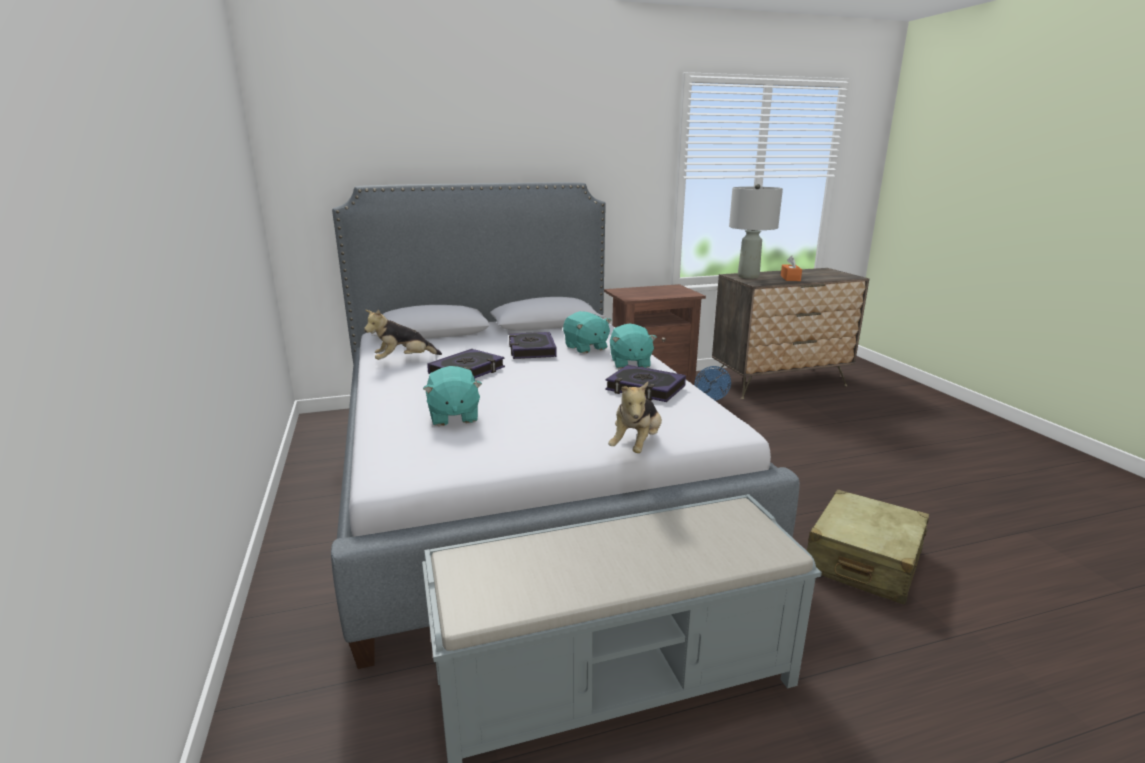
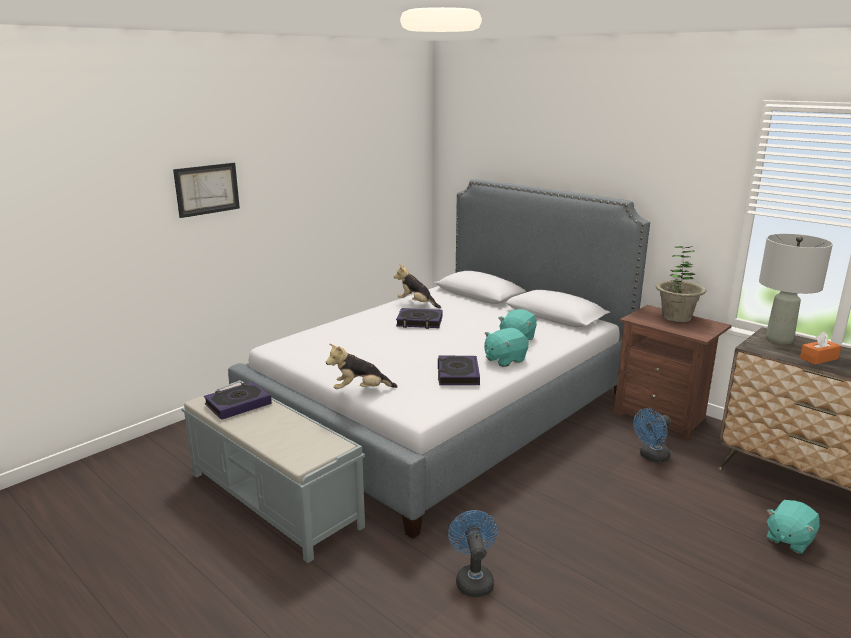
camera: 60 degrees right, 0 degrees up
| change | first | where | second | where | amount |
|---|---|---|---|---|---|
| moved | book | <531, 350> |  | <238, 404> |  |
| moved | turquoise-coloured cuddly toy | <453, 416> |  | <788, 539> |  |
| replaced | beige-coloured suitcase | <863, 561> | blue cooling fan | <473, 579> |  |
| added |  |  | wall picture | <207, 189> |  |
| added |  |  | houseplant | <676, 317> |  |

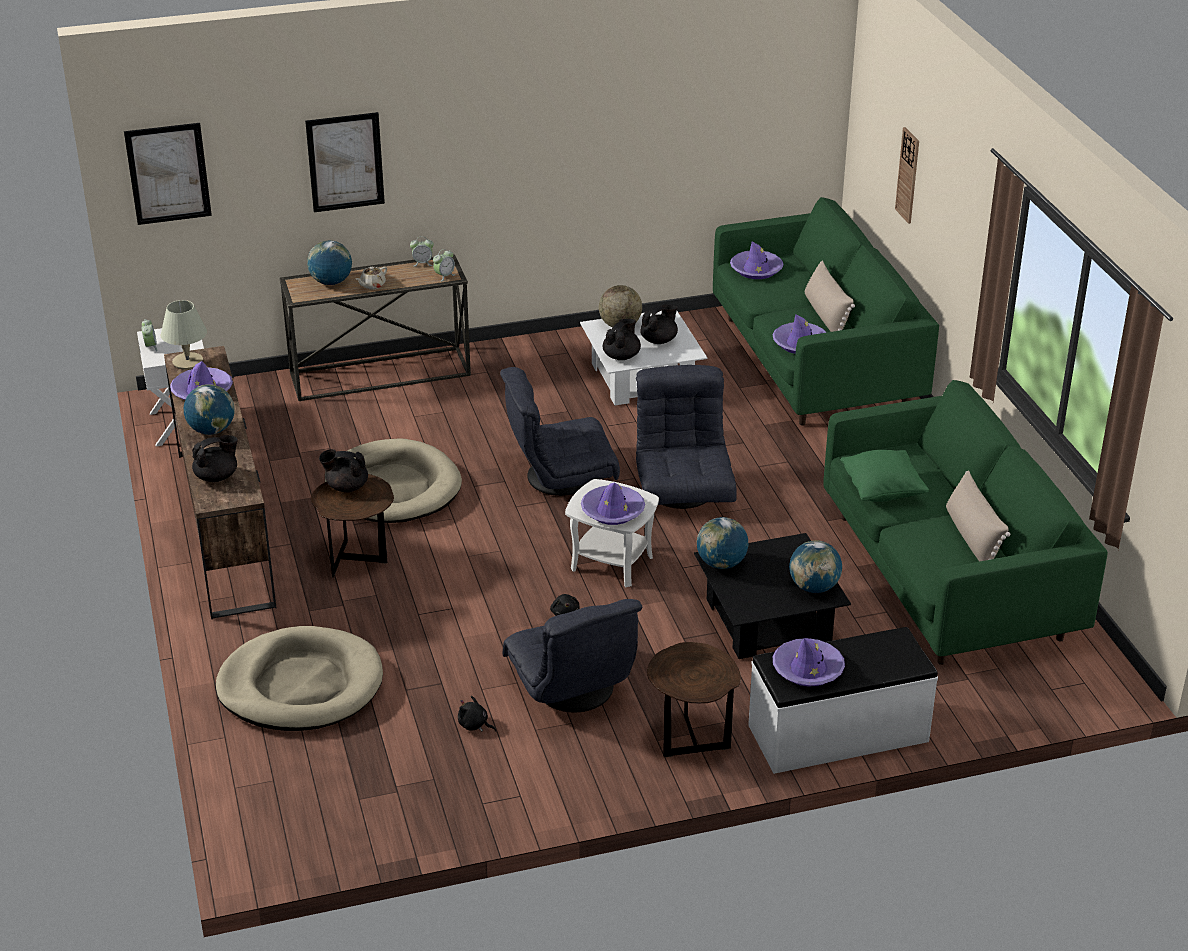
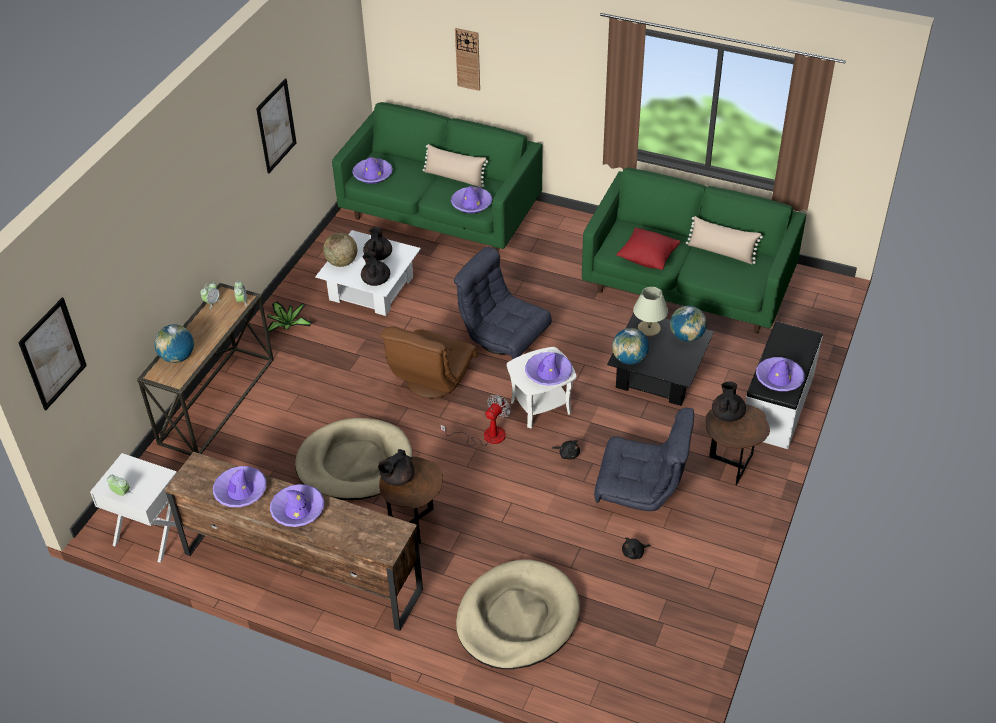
camera: 50 degrees left, 10 degrees up
| change | first | where | second | where | amount |
|---|---|---|---|---|---|
| moved | wall picture | <345, 162> |  | <276, 126> |  |
| removed | beige-coloured pot for tea | <372, 285> |  |  |  |
| moved | beige-coloured table lamp | <188, 362> |  | <649, 328> |  |
| recoloured | greyish easy chair | <560, 476> | brown easy chair | <431, 380> |  |
| replaced | globe | <211, 430> | purple wearable hat | <298, 510> |  |
| moved | black pot for tea | <217, 476> |  | <727, 414> |  |
| recoloured | green pillow | <882, 491> | red-coloured pillow | <647, 259> |  |
| added |  |  | houseplant | <287, 325> |  |
| added |  |  | cooling fan | <486, 436> |  |

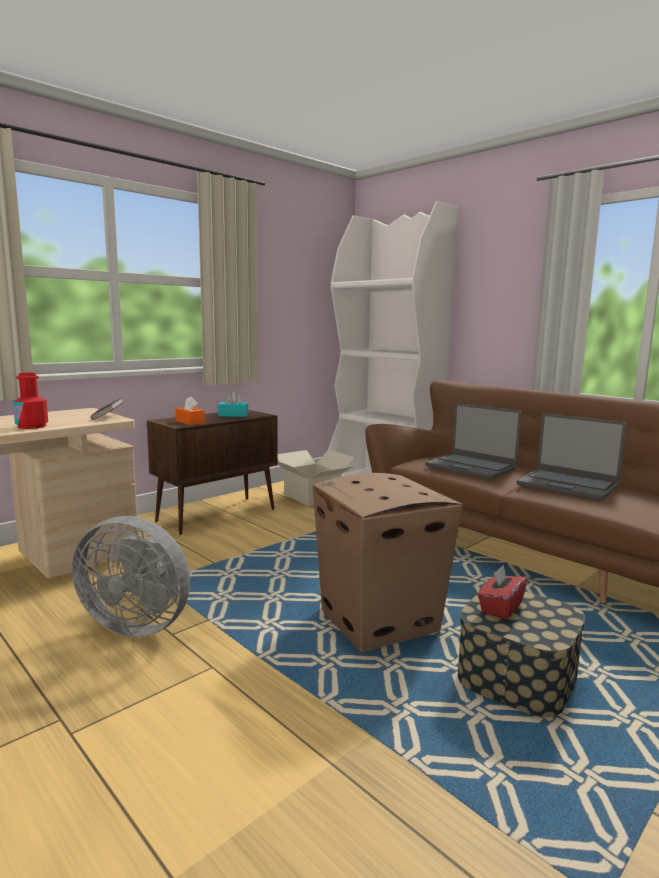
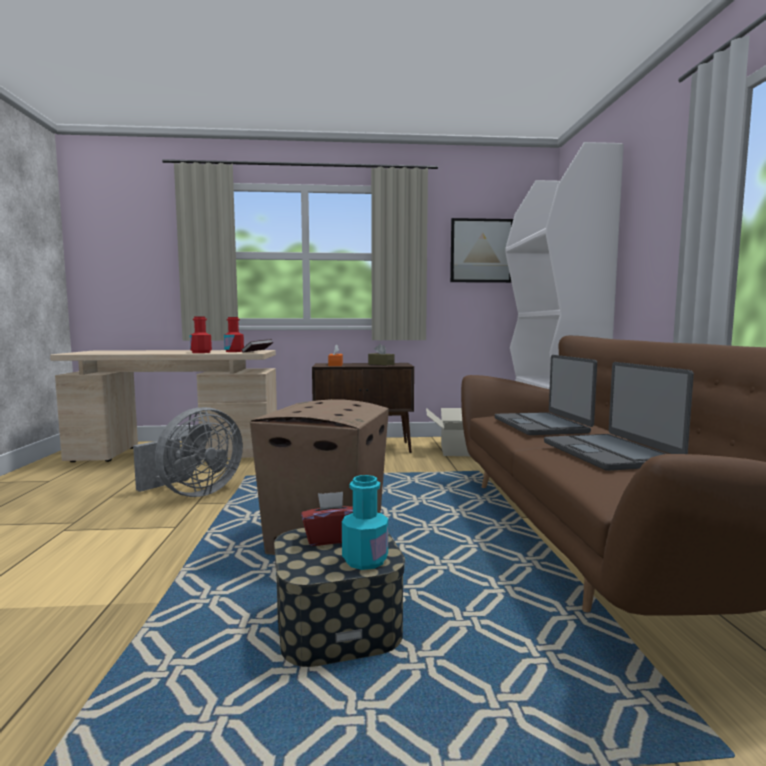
camera: 40 degrees right, 5 degrees down
| change | first | where | second | where | amount |
|---|---|---|---|---|---|
| recoloured | turquoise-coloured box of tissues | <233, 415> | brown box of tissues | <381, 364> |  |
| turned | greyish cooling fan | <139, 624> |  | <193, 493> | 105 degrees counterclockwise |
| added |  |  | wall picture | <481, 251> |  |
| added |  |  | red-coloured bottle | <234, 351> |  |
| added |  |  | turquoise-coloured bottle | <365, 560> |  |

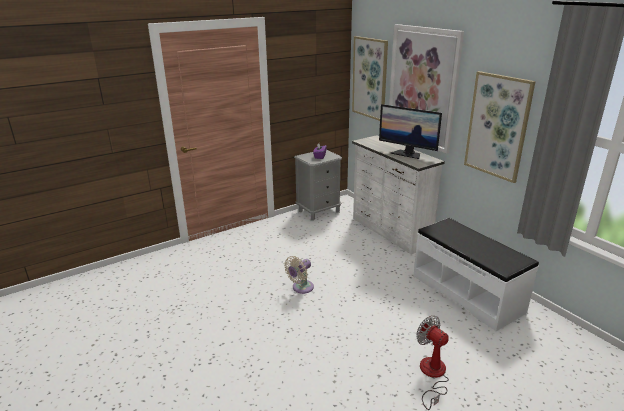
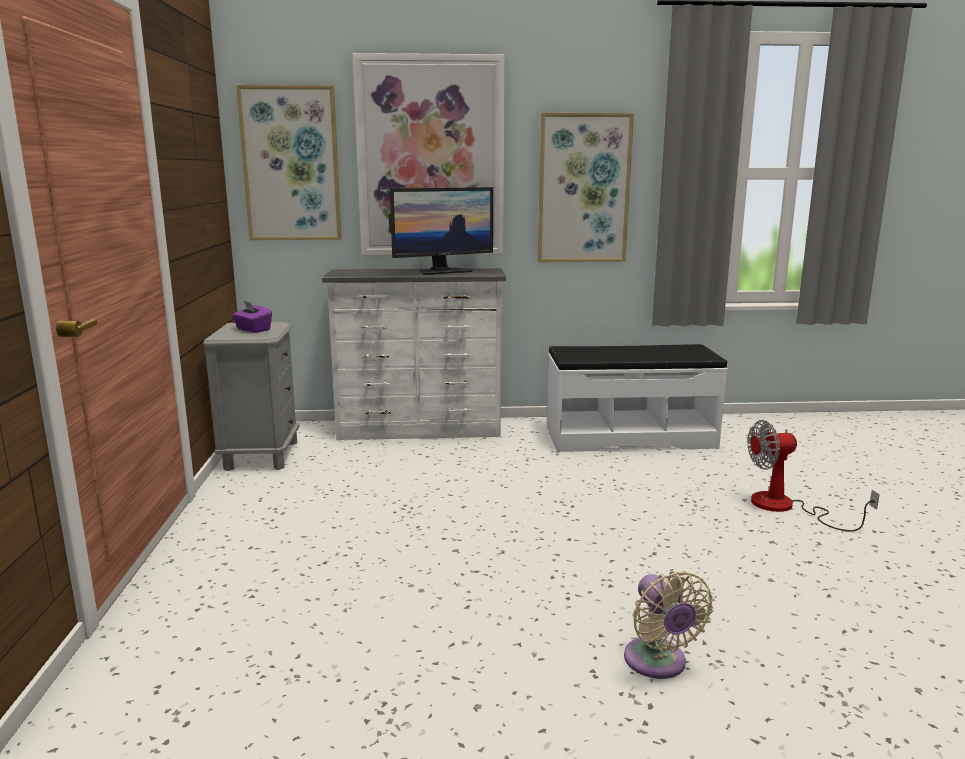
camera: 60 degrees left, 10 degrees down
| change | first | where | second | where | amount |
|---|---|---|---|---|---|
| moved | beige-coloured cooling fan | <301, 288> |  | <658, 663> |  |

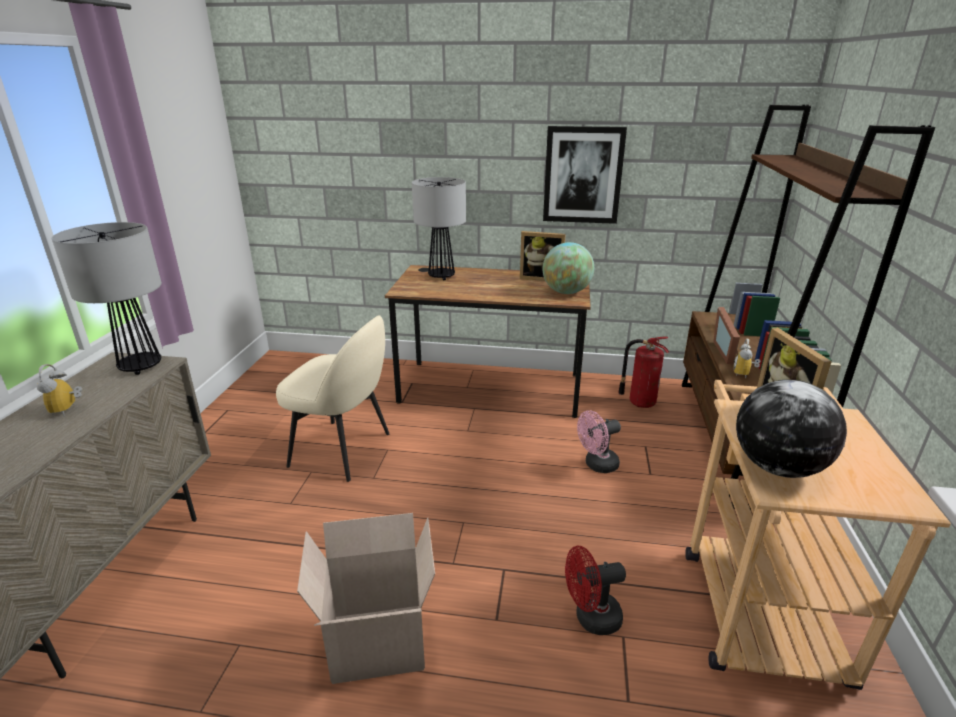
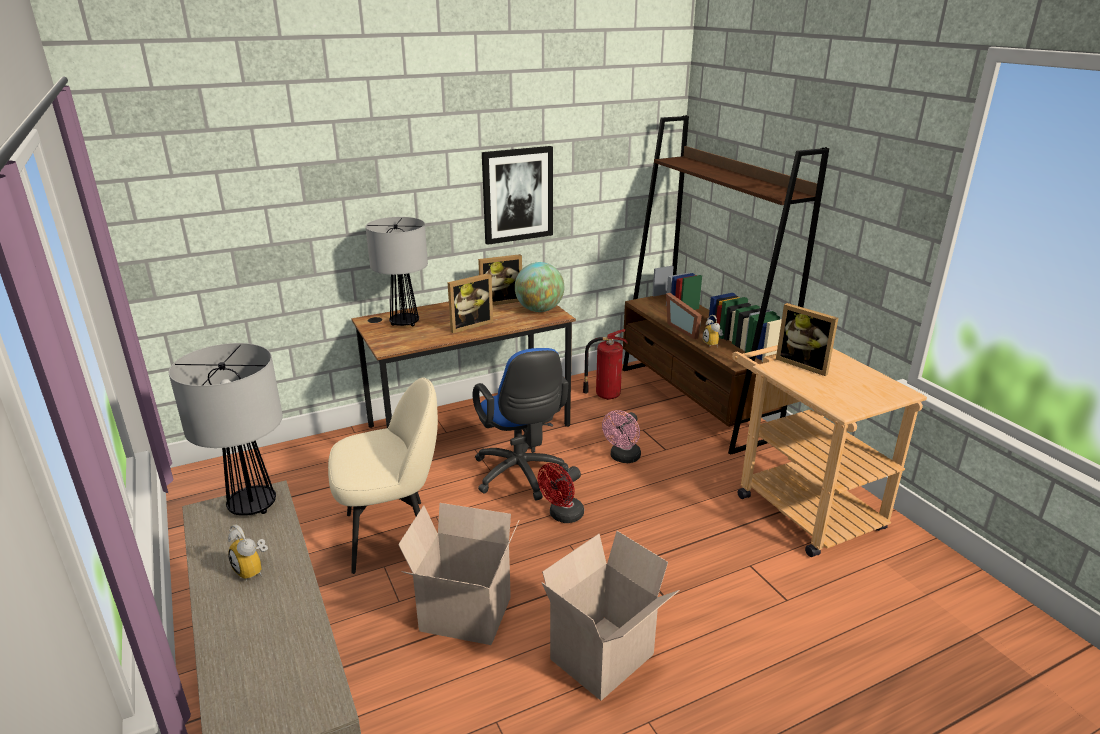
camera: 35 degrees left, 0 degrees up
| change | first | where | second | where | amount |
|---|---|---|---|---|---|
| removed | globe | <778, 467> |  |  |  |
| moved | red-coloured cooling fan | <591, 618> |  | <562, 516> |  |
| added |  |  | photo frame | <469, 325> |  |
| added |  |  | blue computer chair | <521, 476> |  |
| added |  |  | packing box | <463, 616> |  |

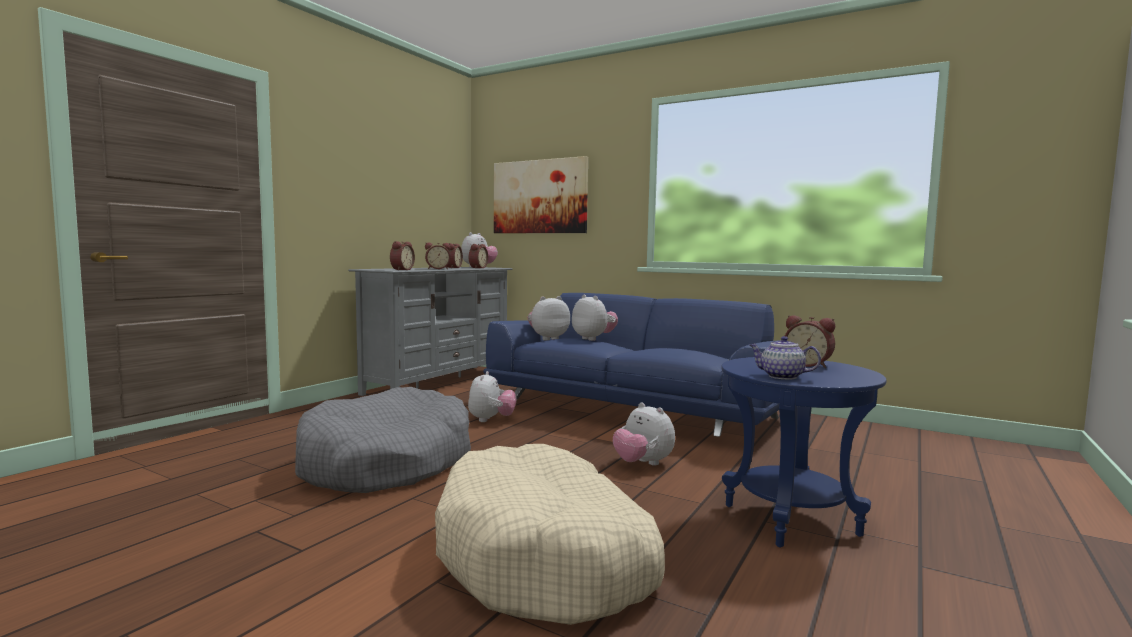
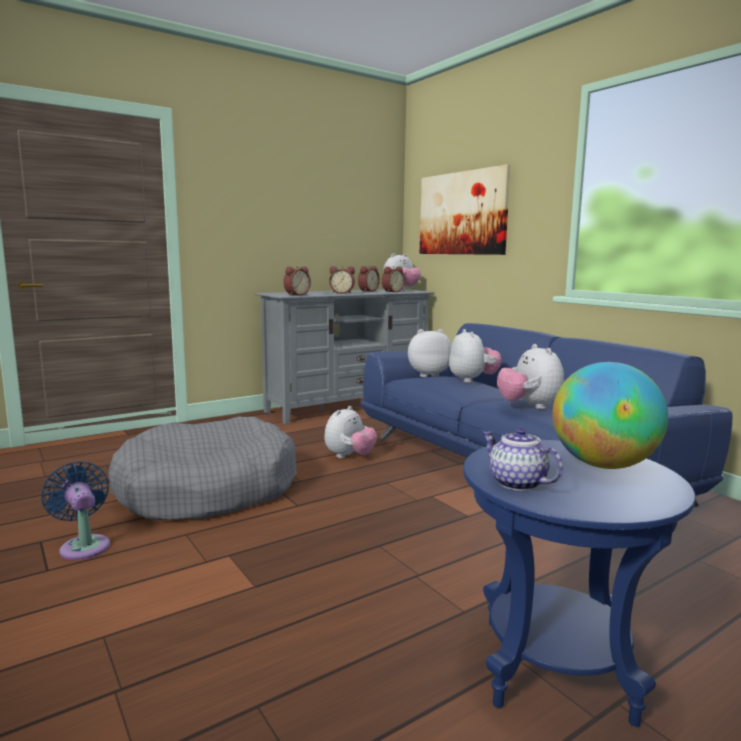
camera: 25 degrees right, 5 degrees up
| change | first | where | second | where | amount |
|---|---|---|---|---|---|
| replaced | bedside clock | <808, 365> | globe | <603, 465> |  |
| moved | cuddly toy | <643, 464> |  | <529, 406> |  |
| removed | beige-coloured dog bed | <546, 557> |  |  |  |
| added |  |  | blue cooling fan | <84, 545> |  |

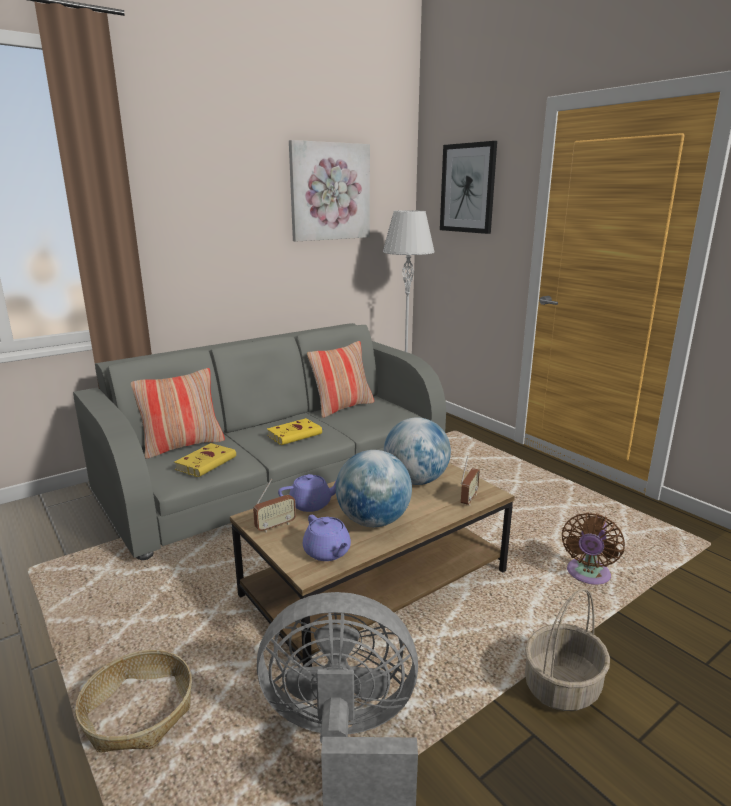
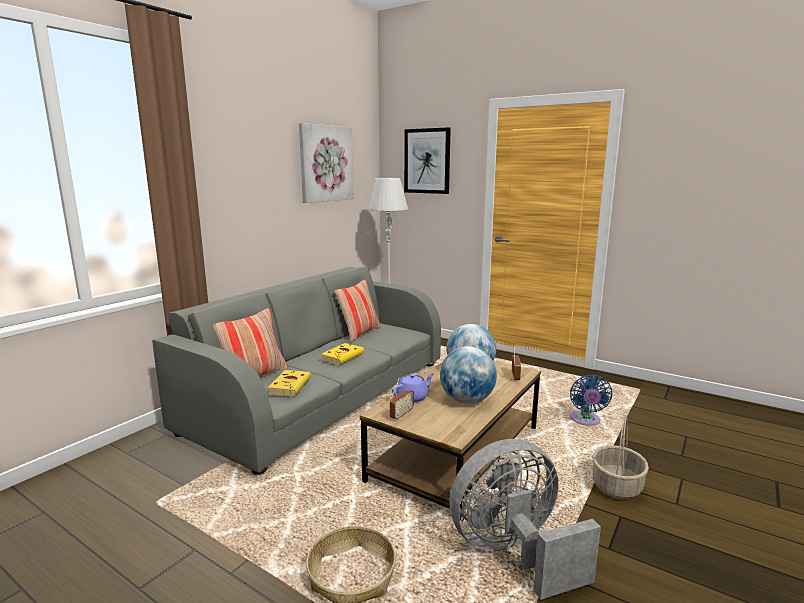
camera: 20 degrees left, 5 degrees down
| change | first | where | second | where | amount |
|---|---|---|---|---|---|
| recoloured | brown cooling fan | <587, 575> | blue cooling fan | <585, 421> |  |
| removed | purple pot for tea | <327, 552> |  |  |  |

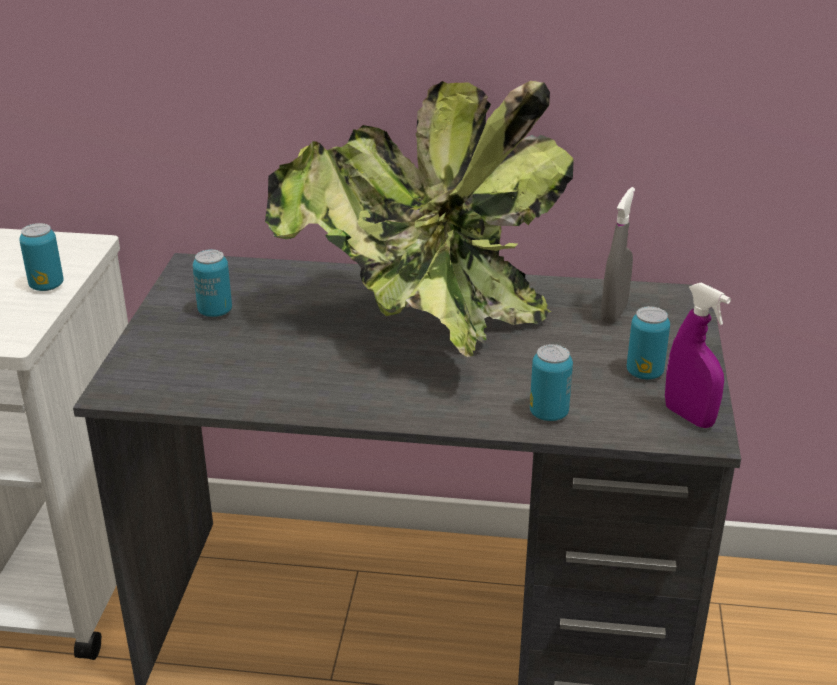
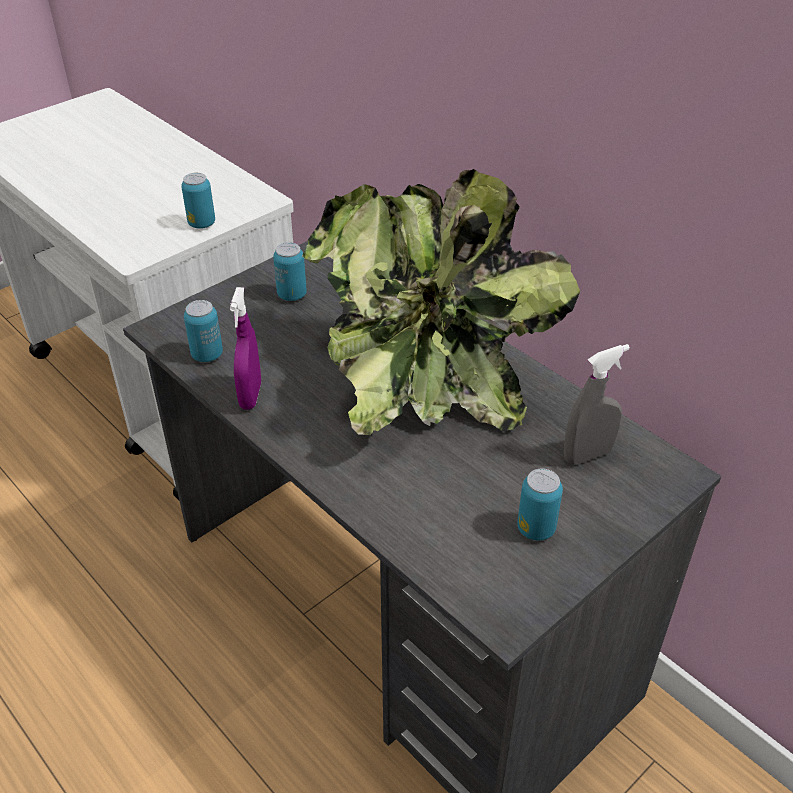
camera: 40 degrees right, 10 degrees up
| change | first | where | second | where | amount |
|---|---|---|---|---|---|
| moved | purple spray bottle | <689, 416> |  | <250, 396> |  |
| moved | metal can | <548, 413> |  | <207, 355> |  |

